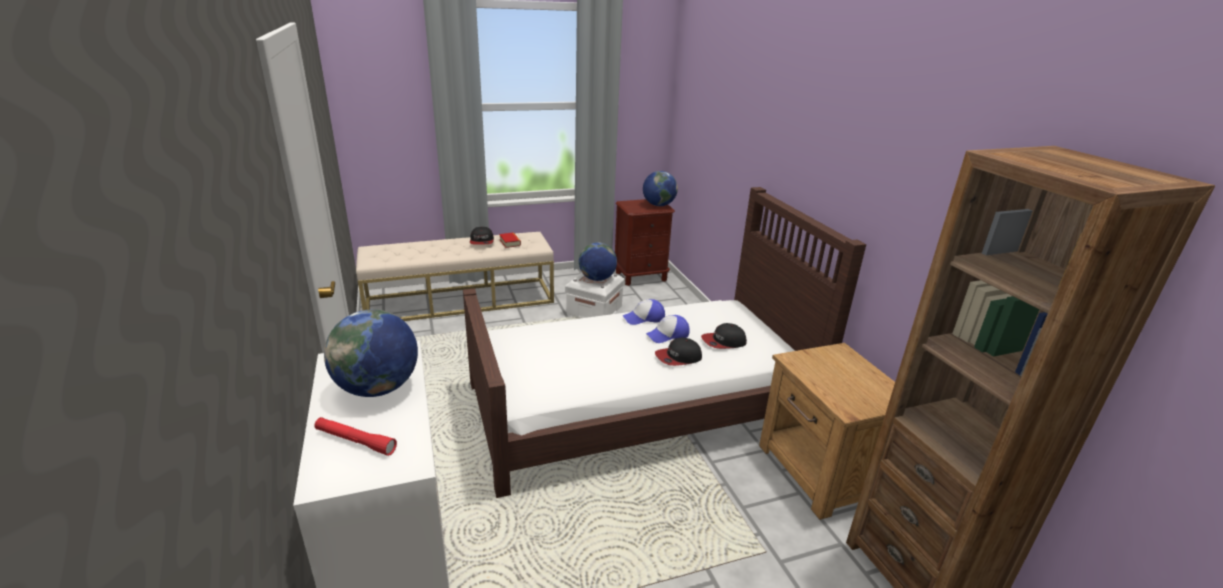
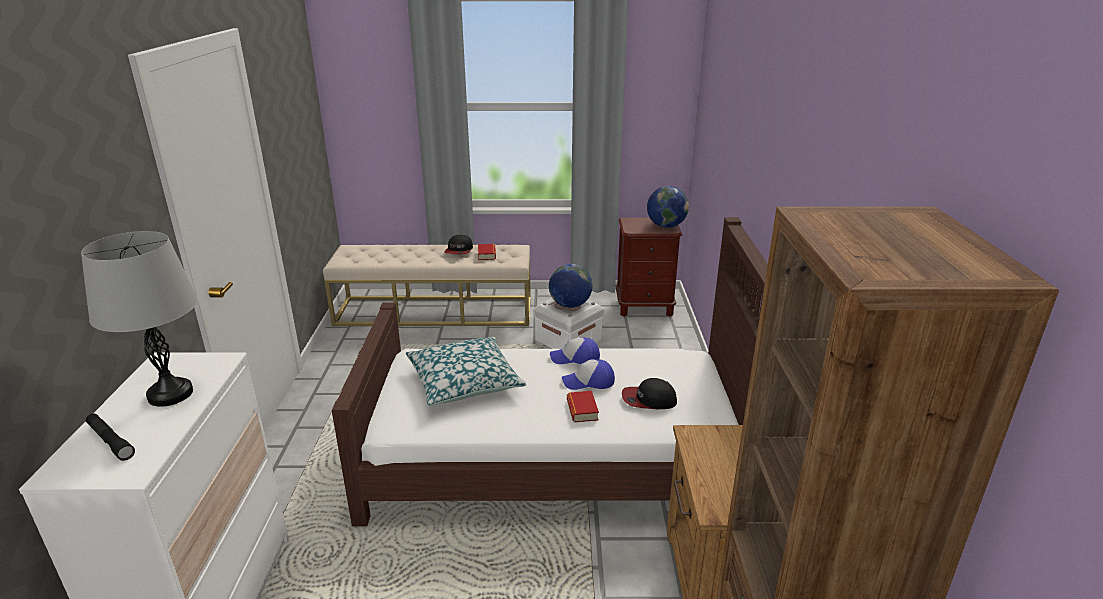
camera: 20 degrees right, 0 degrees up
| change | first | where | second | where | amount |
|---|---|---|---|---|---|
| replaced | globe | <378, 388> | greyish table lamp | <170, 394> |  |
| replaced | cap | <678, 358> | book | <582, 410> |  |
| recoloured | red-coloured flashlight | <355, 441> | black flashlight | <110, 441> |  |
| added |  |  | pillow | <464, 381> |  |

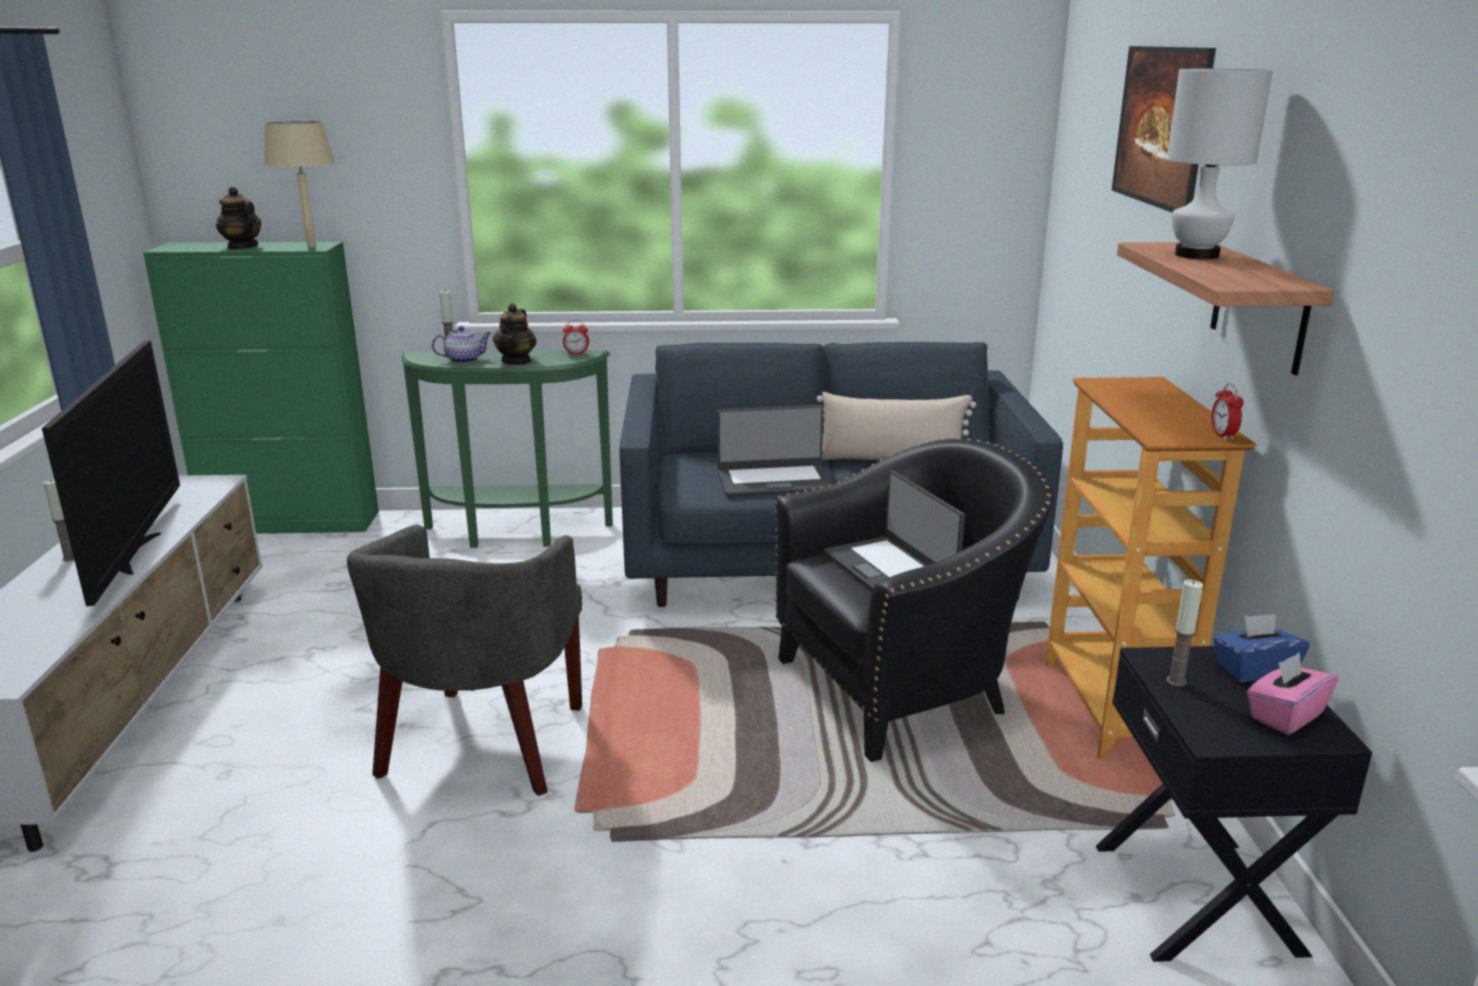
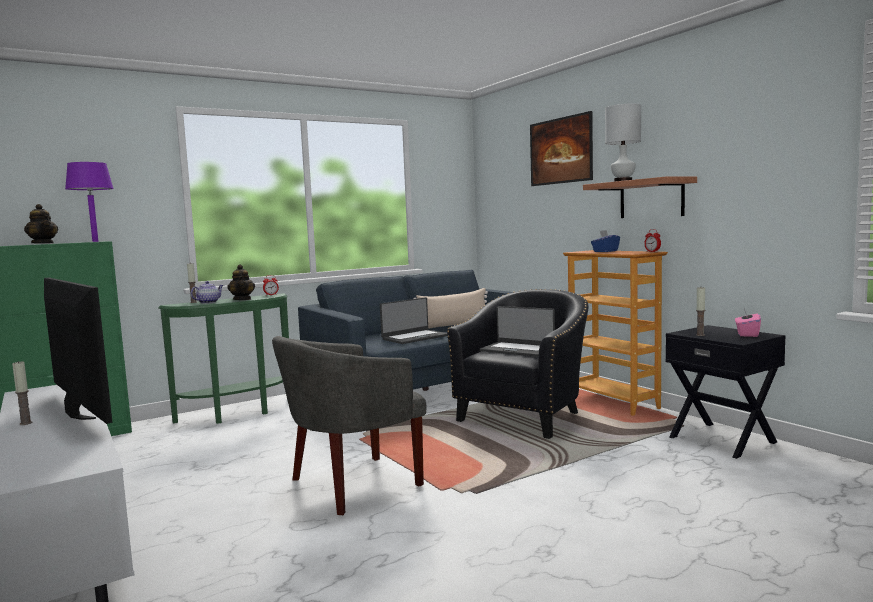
camera: 30 degrees left, 15 degrees down
| change | first | where | second | where | amount |
|---|---|---|---|---|---|
| recoloured | beige-coloured table lamp | <312, 246> | purple table lamp | <95, 241> |  |
| turned | pot for tea | <242, 247> |  | <43, 244> | 150 degrees counterclockwise |
| turned | greyish easy chair | <483, 746> |  | <352, 484> | 75 degrees clockwise |
| moved | blue box of tissues | <1254, 670> |  | <605, 251> |  |

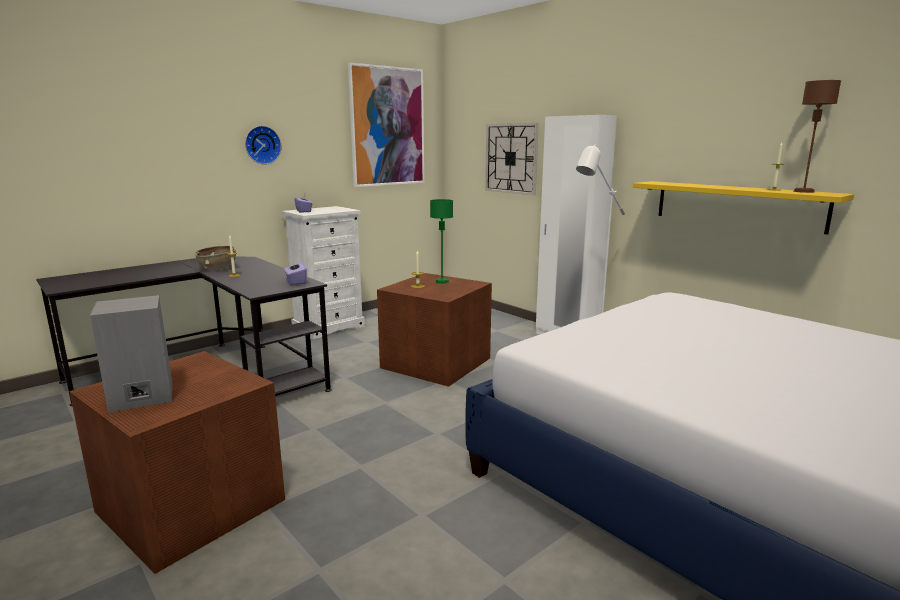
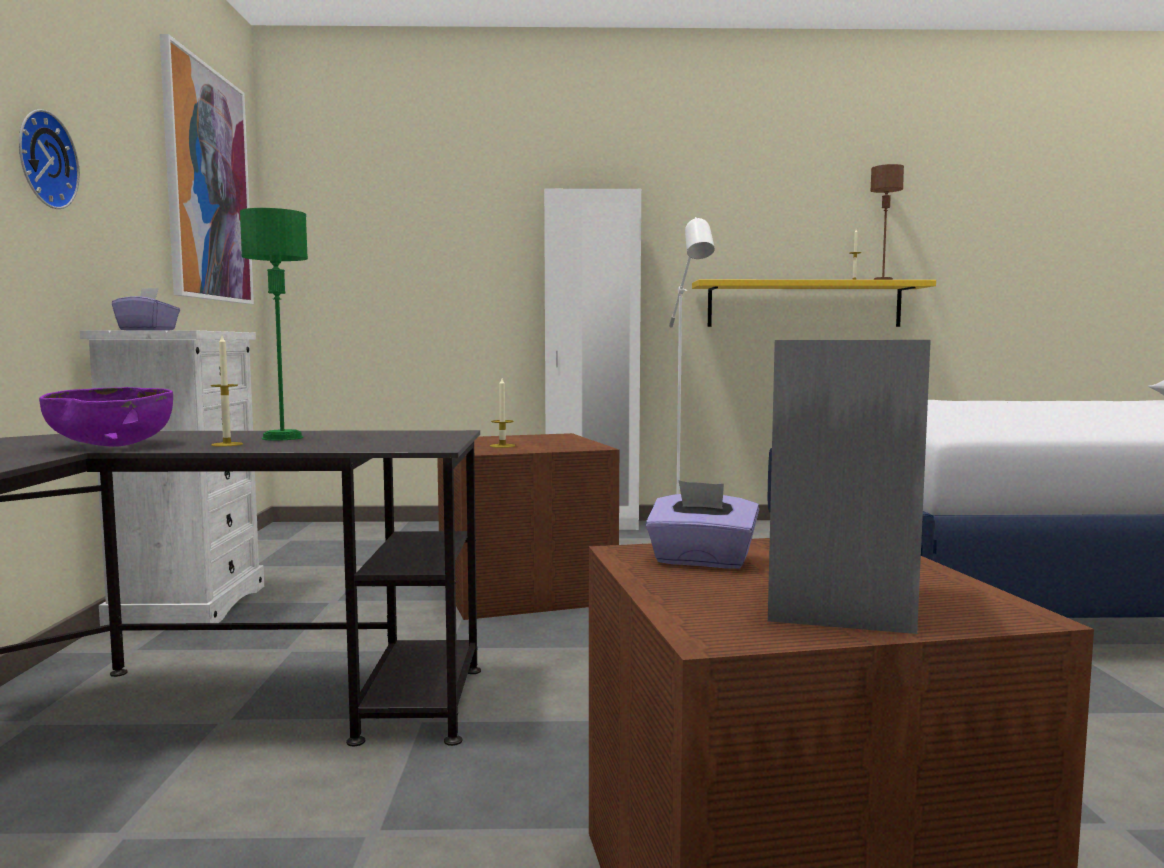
camera: 50 degrees left, 10 degrees down
| change | first | where | second | where | amount |
|---|---|---|---|---|---|
| removed | hanging clock | <511, 158> |  |  |  |
| moved | green table lamp | <442, 281> |  | <283, 438> |  |
| recoloured | brown deep dish | <218, 268> | purple deep dish | <113, 445> |  |
| moved | purple box of tissues | <296, 282> |  | <701, 561> |  |

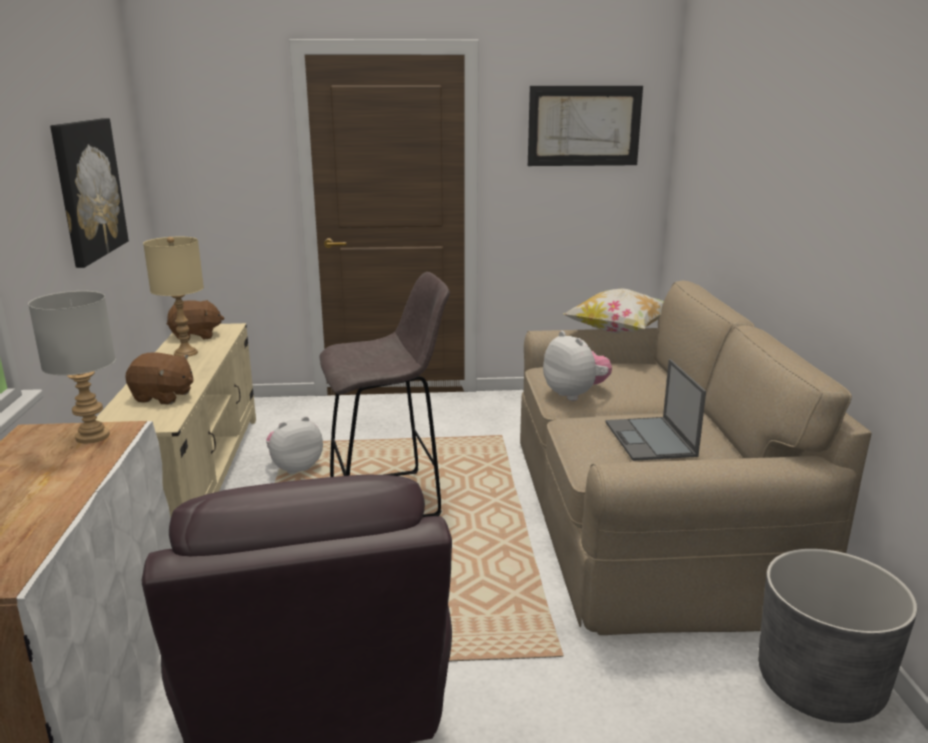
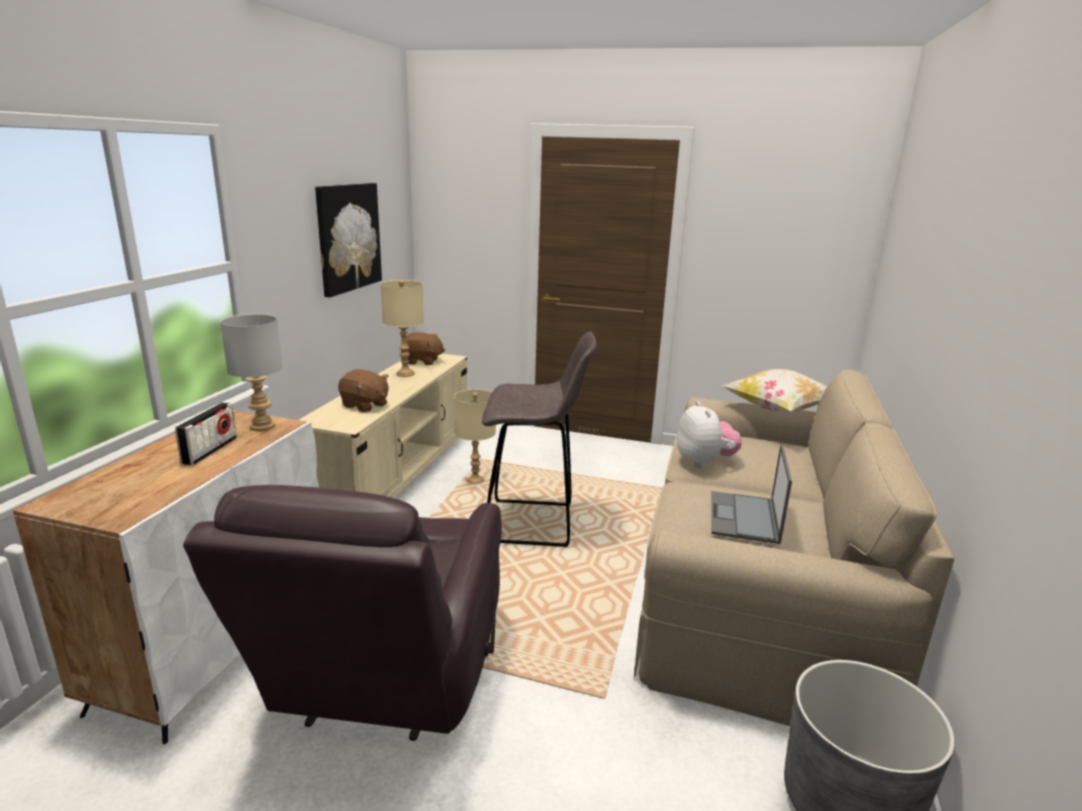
camera: 20 degrees right, 0 degrees up
| change | first | where | second | where | amount |
|---|---|---|---|---|---|
| removed | wall picture | <584, 126> |  |  |  |
| replaced | cuddly toy | <295, 468> | beige-coloured table lamp | <475, 481> |  |
| added |  |  | radio receiver | <210, 450> |  |

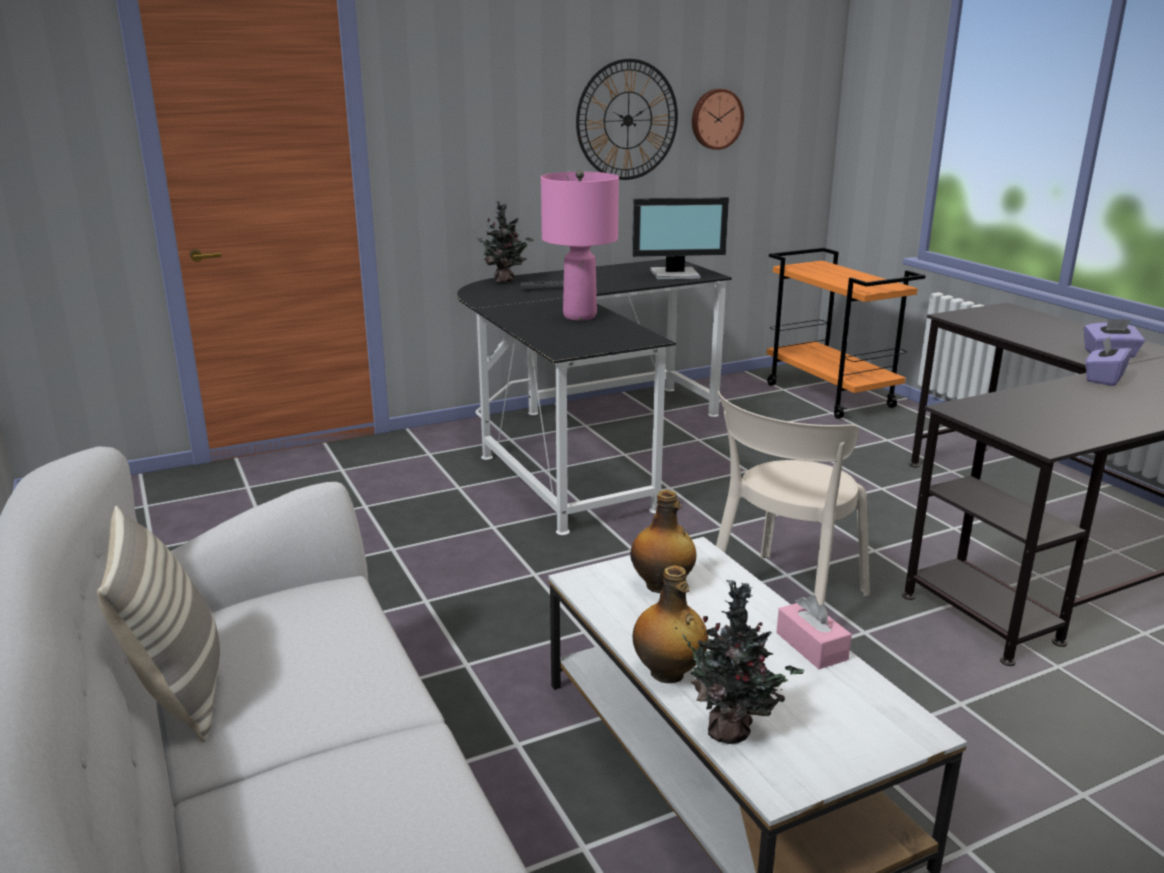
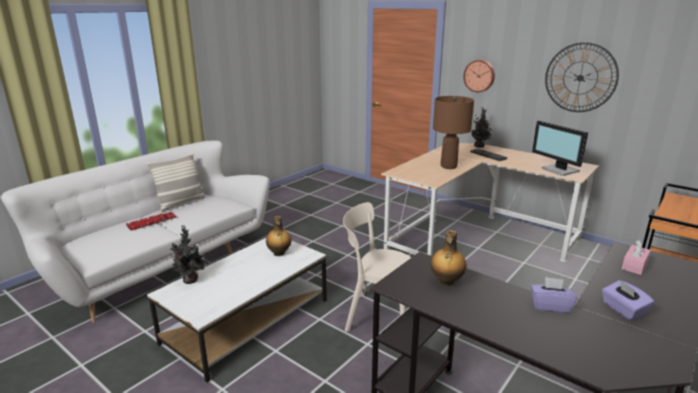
camera: 65 degrees right, 0 degrees up
| change | first | where | second | where | amount |
|---|---|---|---|---|---|
| moved | hanging clock | <716, 119> |  | <479, 76> |  |
| recoloured | pink-coloured table lamp | <580, 316> | brown table lamp | <448, 166> |  |
| recoloured | black desk table | <584, 444> | beige-coloured desk table | <475, 236> |  |
| moved | bottle | <668, 673> |  | <446, 282> |  |
| moved | pink-coloured box of tissues | <811, 646> |  | <634, 265> |  |
| added |  |  | PC keyboard | <152, 222> |  |

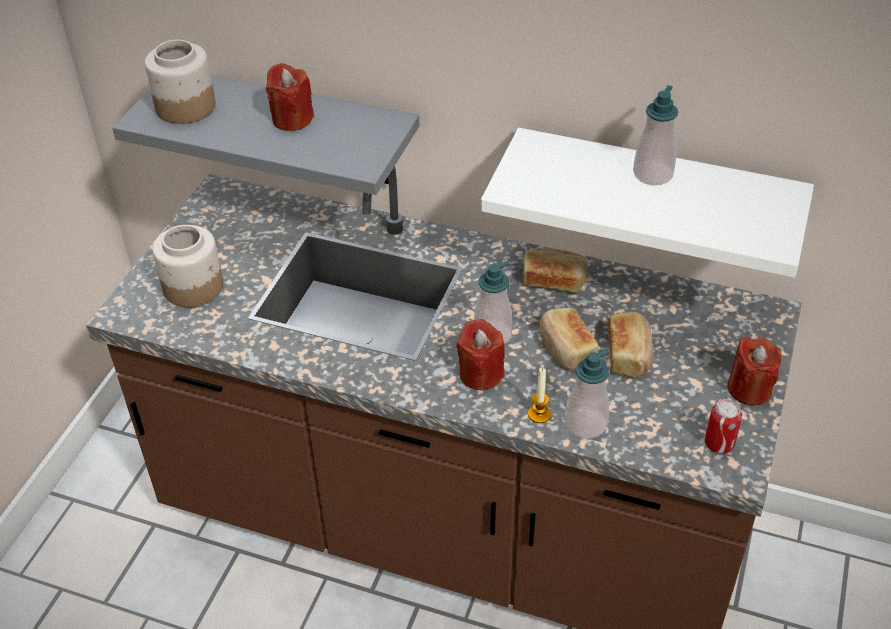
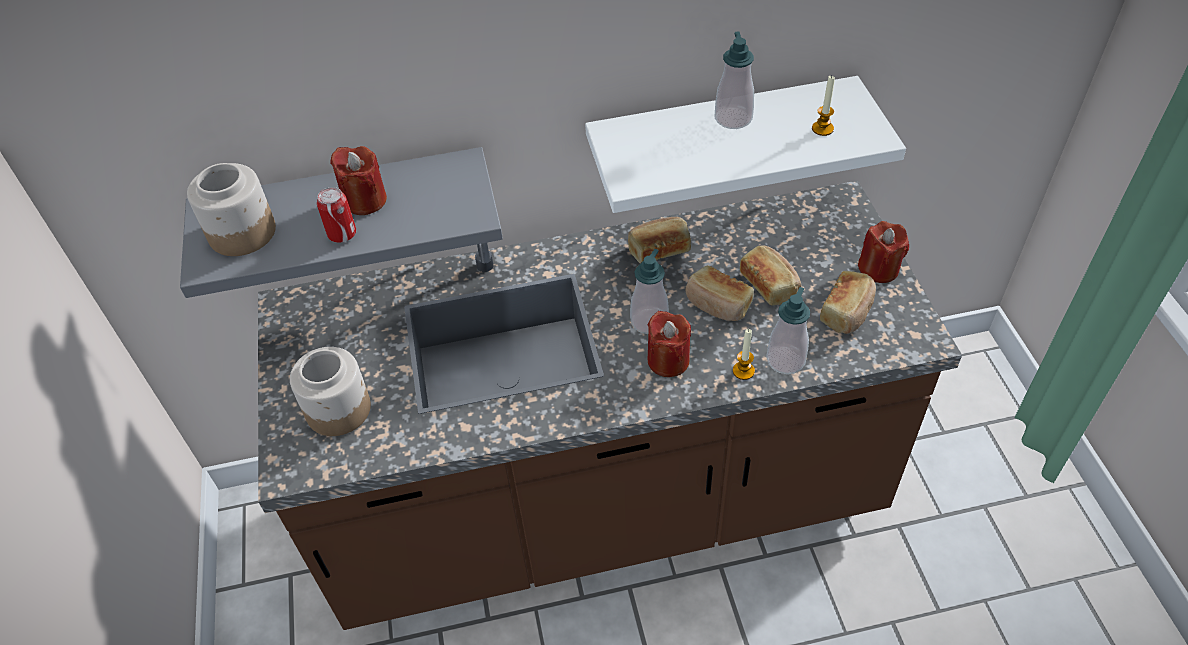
camera: 30 degrees left, 5 degrees up
| change | first | where | second | where | amount |
|---|---|---|---|---|---|
| moved | metal can | <719, 443> |  | <342, 234> |  |
| added |  |  | wax candle | <822, 129> |  |
| added |  |  | baked bread | <847, 312> |  |

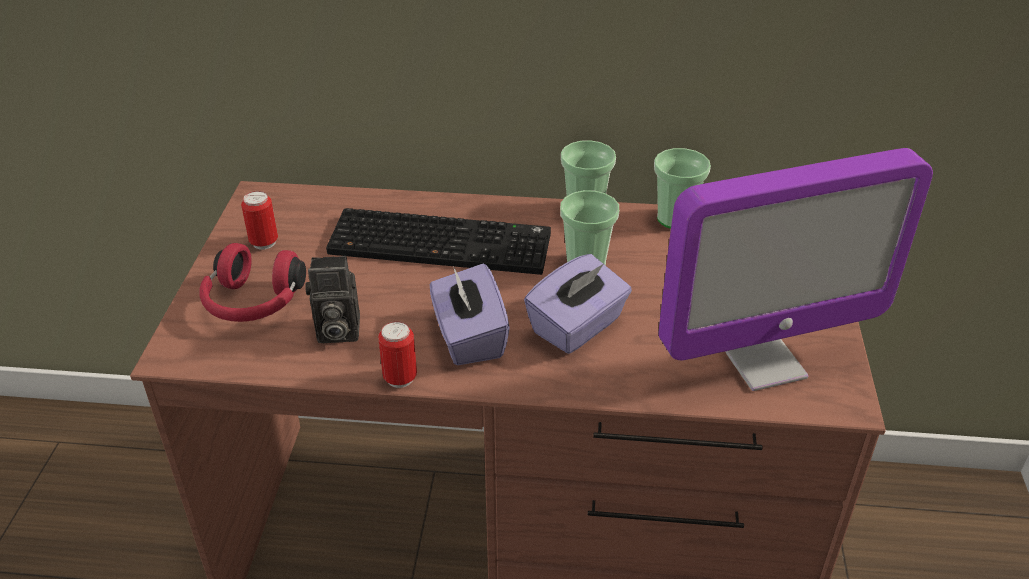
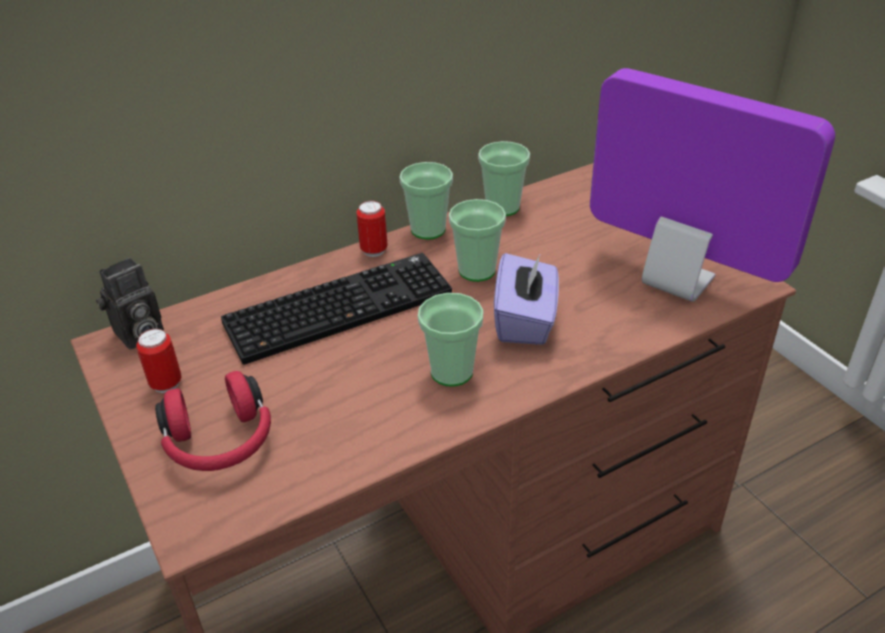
camera: 35 degrees left, 0 degrees up
| change | first | where | second | where | amount |
|---|---|---|---|---|---|
| turned | monitor | <763, 362> |  | <678, 282> | 90 degrees counterclockwise |
| moved | still camera | <335, 331> |  | <138, 335> |  |
| replaced | purple box of tissues | <468, 337> | cup | <451, 372> |  |
| moved | metal can | <400, 378> |  | <374, 250> |  |

